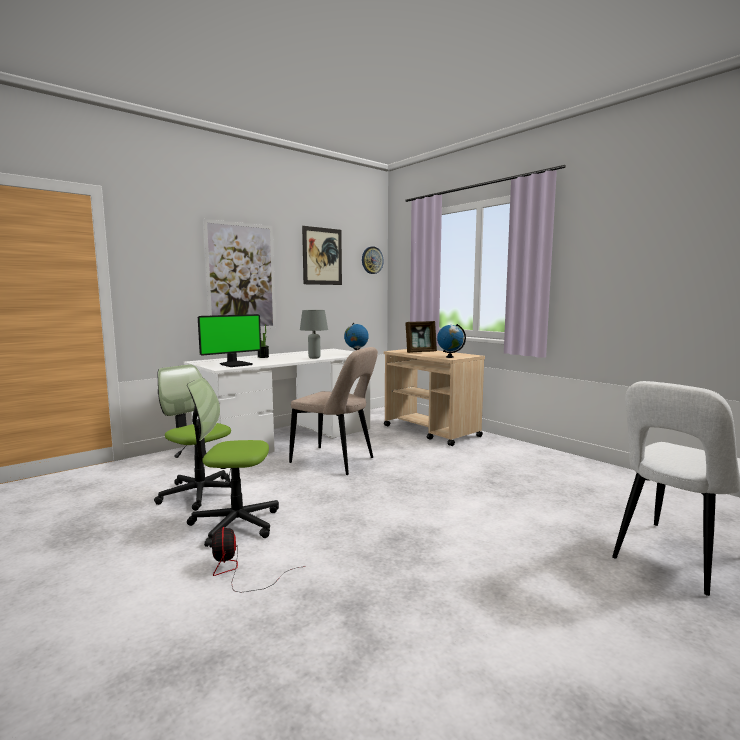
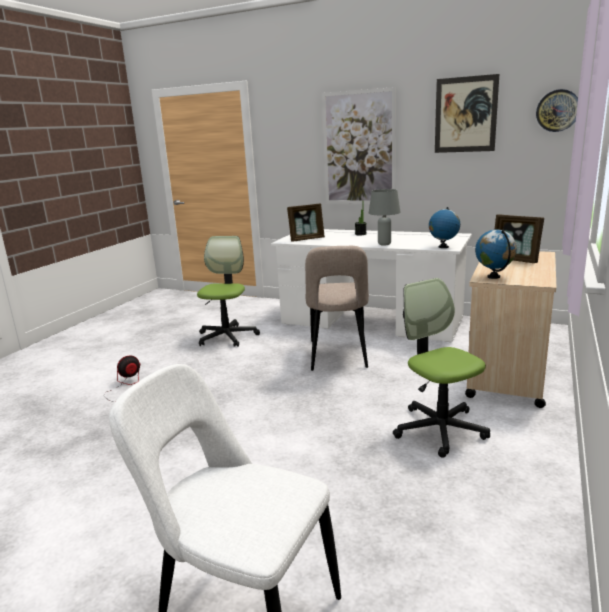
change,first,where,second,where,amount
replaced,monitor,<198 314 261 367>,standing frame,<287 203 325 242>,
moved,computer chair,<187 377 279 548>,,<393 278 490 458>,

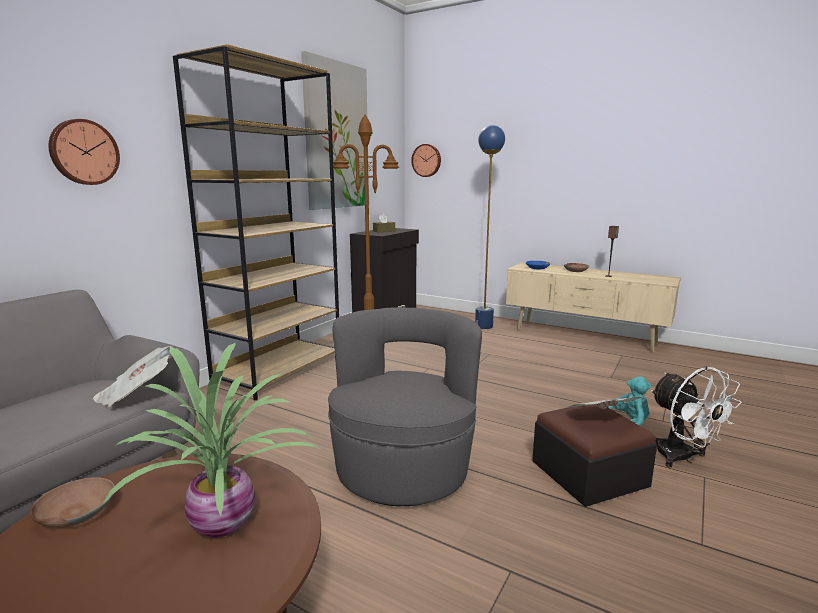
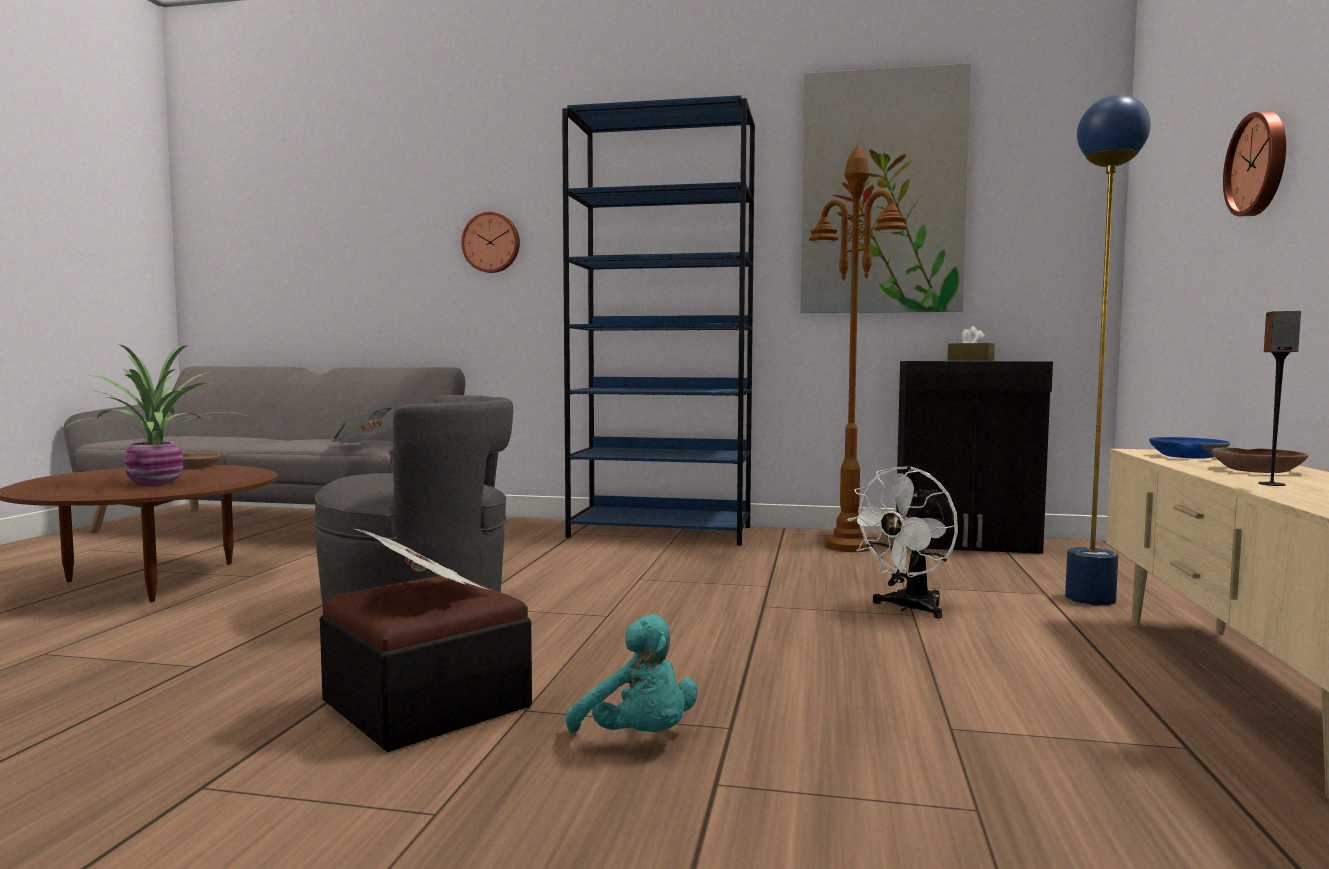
change,first,where,second,where,amount
recoloured,brown bookcase,<173 44 339 400>,blue-coloured bookcase,<562 95 755 546>,
moved,wall clock,<411 144 441 177>,,<1223 111 1286 216>,
moved,whitish fan,<651 366 742 467>,,<847 466 958 618>,

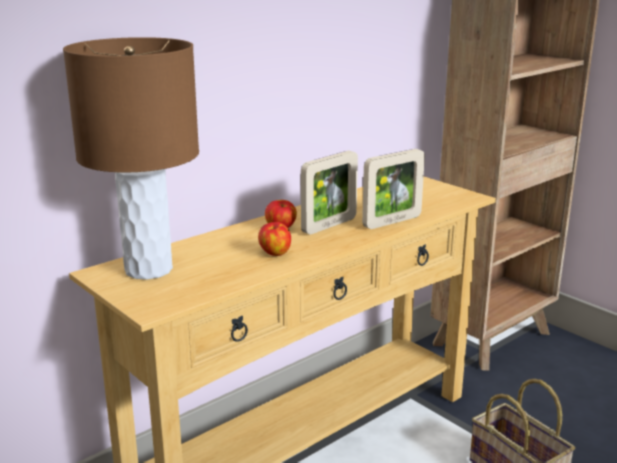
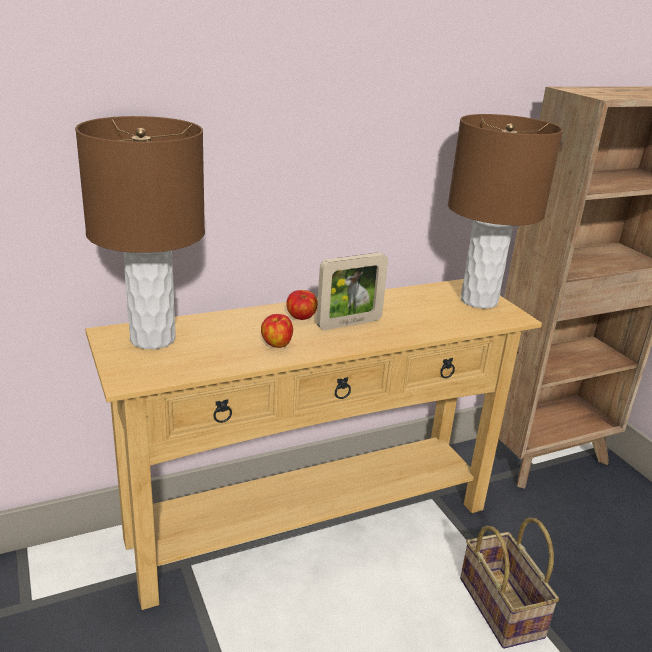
change,first,where,second,where,amount
removed,standing frame,<362 149 425 229>,,,
added,,,brown table lamp,<448 114 563 309>,

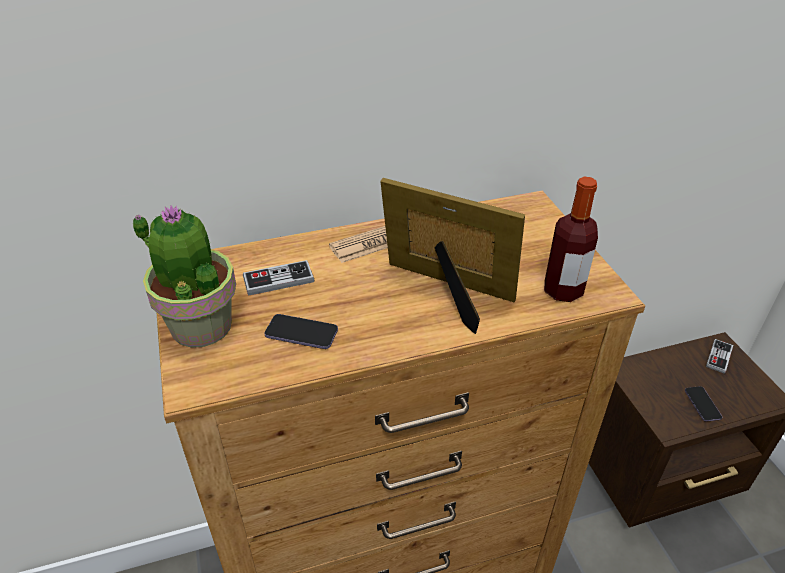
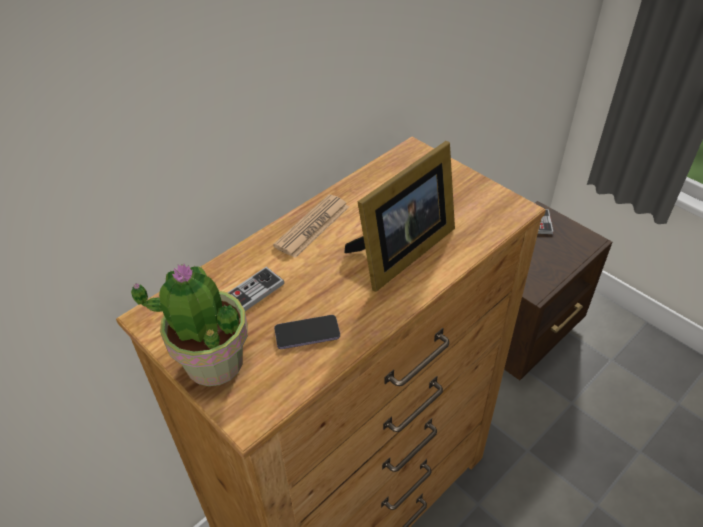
change,first,where,second,where,amount
removed,drink bottle,<544 177 598 302>,,,
turned,standing frame,<380 178 525 334>,,<344 141 455 292>,135 degrees clockwise
removed,telephone,<685 386 722 422>,,,

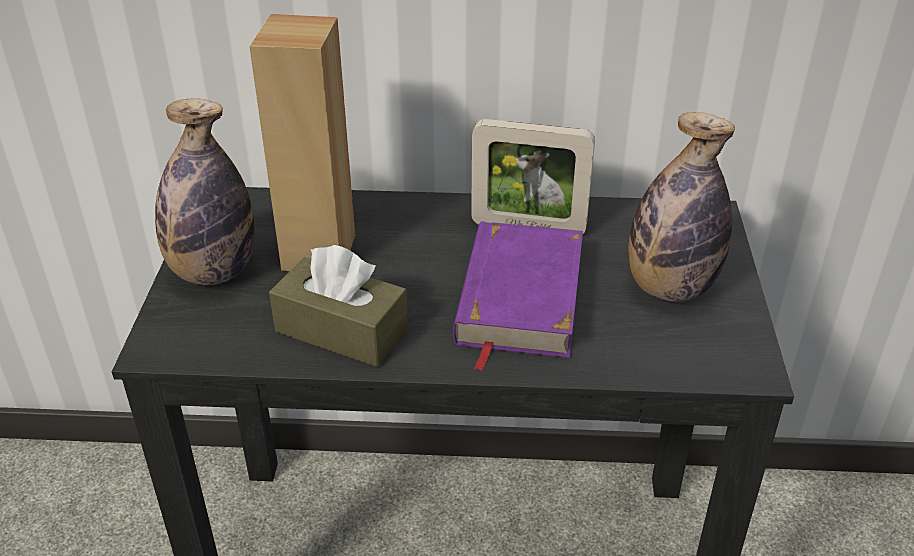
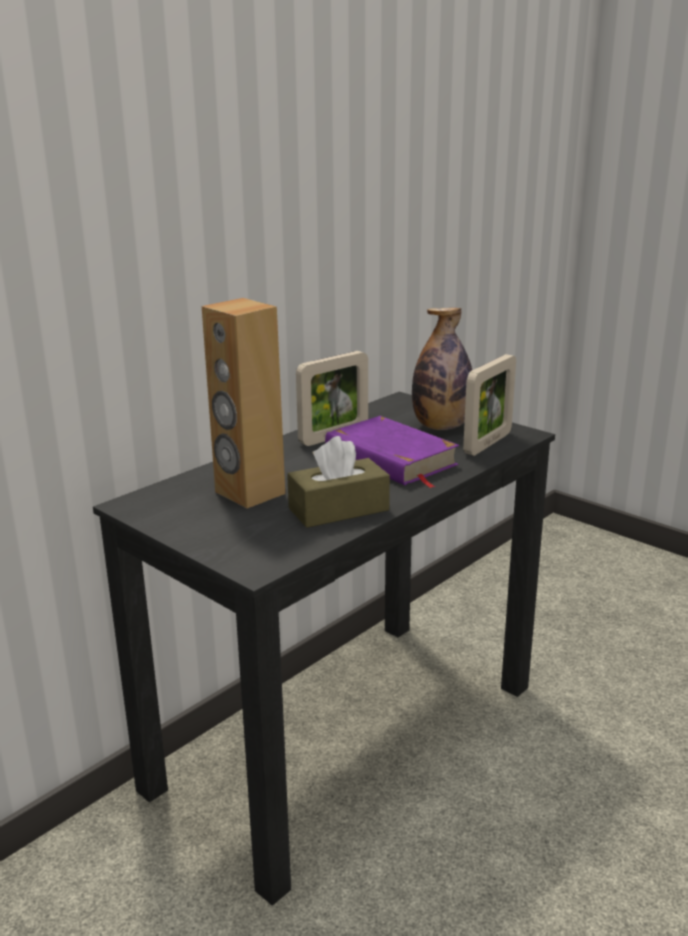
change,first,where,second,where,amount
removed,drink bottle,<155 98 254 285>,,,
added,,,standing frame,<463 354 516 456>,

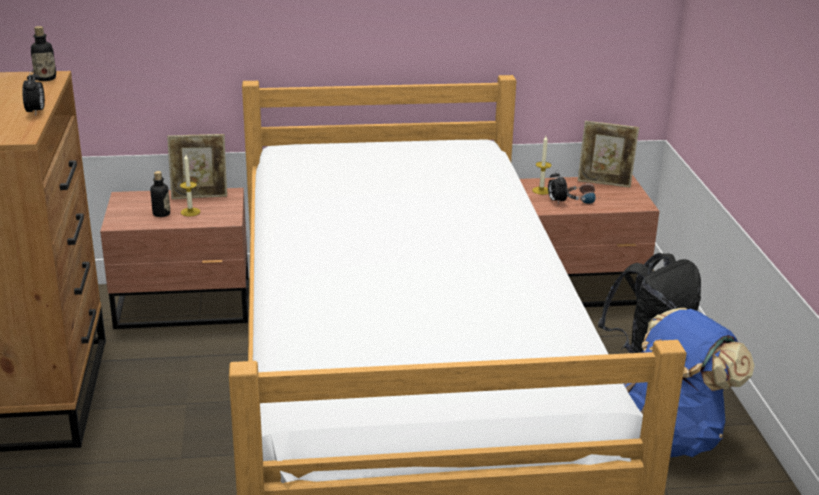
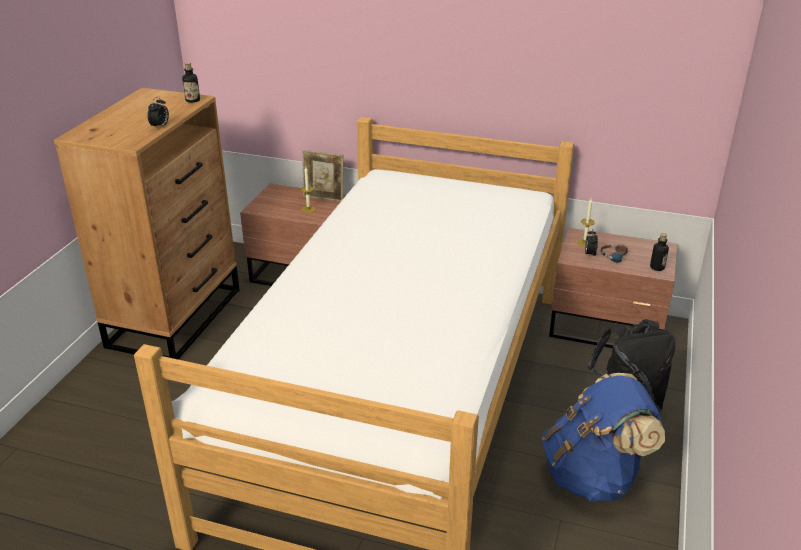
change,first,where,second,where,amount
removed,standing frame,<578 121 639 188>,,,
moved,drink bottle,<150 171 170 217>,,<650 233 669 271>,

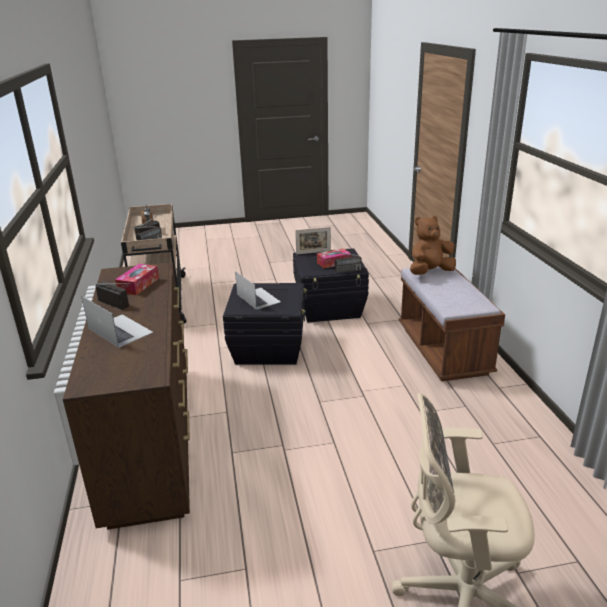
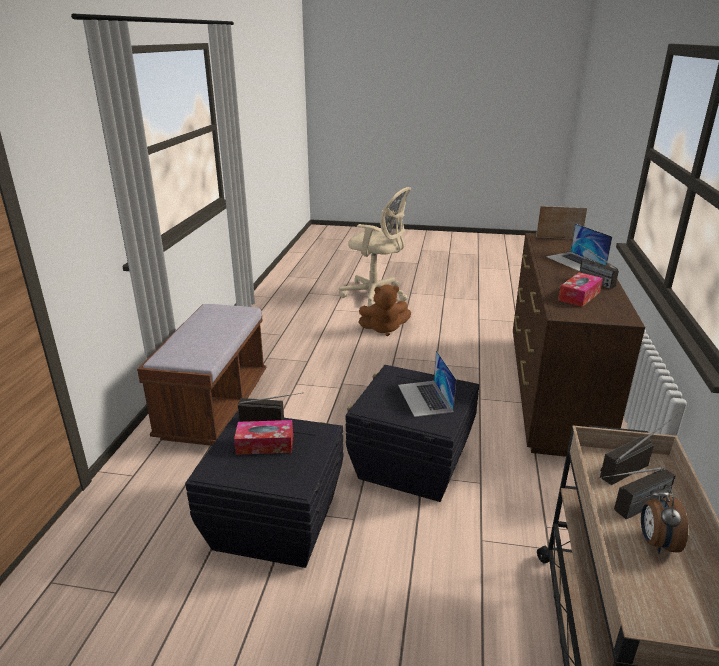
change,first,where,second,where,amount
moved,brown cuddly toy,<410 216 456 275>,,<358 284 411 336>,
moved,standing frame,<295 227 331 254>,,<536 206 588 239>,

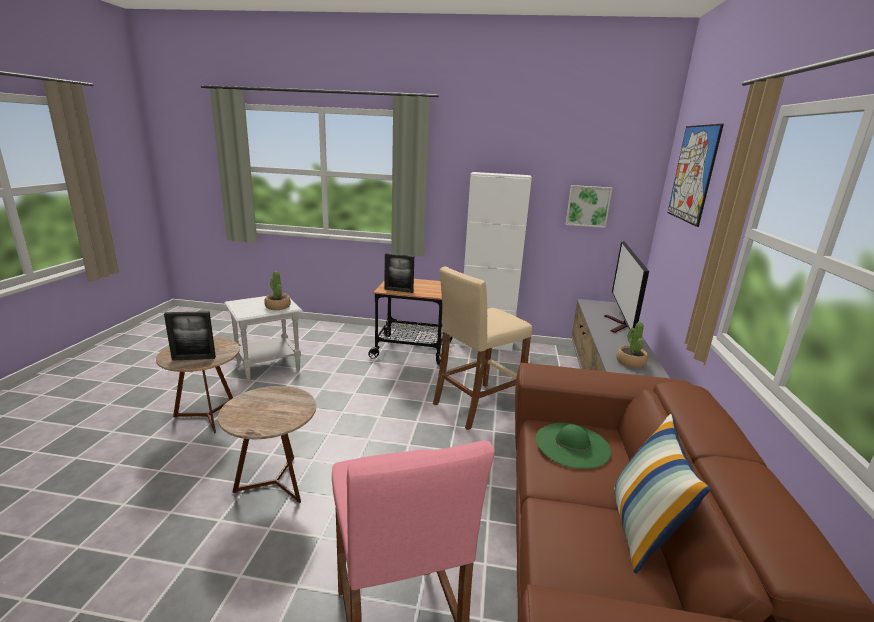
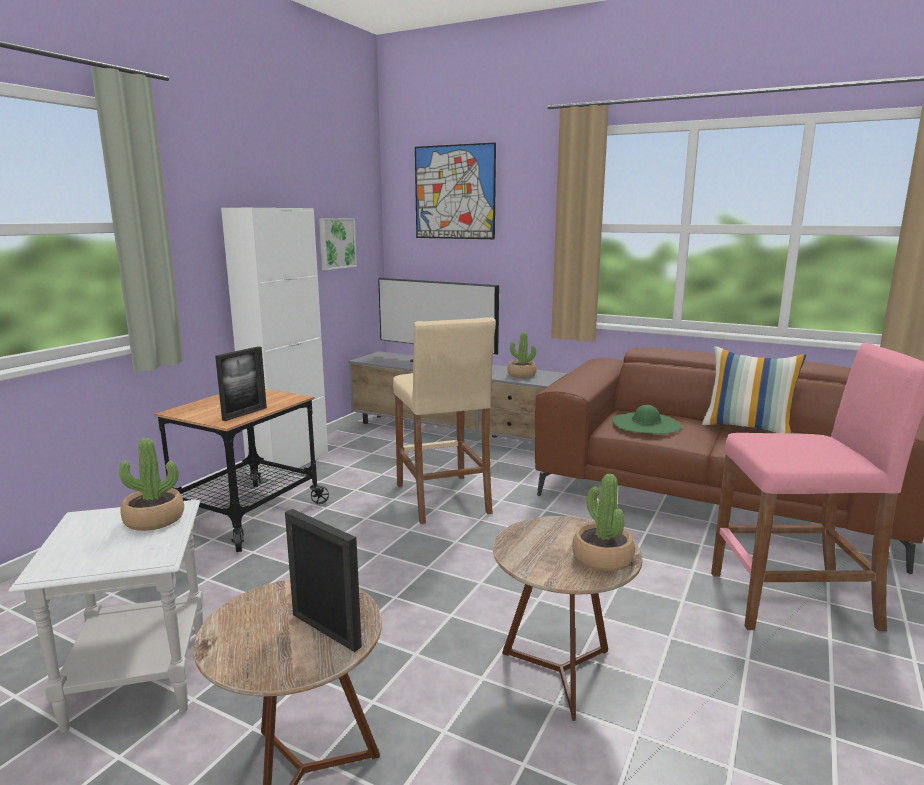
change,first,where,second,where,amount
turned,standing frame,<164 311 216 361>,,<285 509 362 652>,60 degrees counterclockwise
added,,,potted plant,<572 474 635 572>,

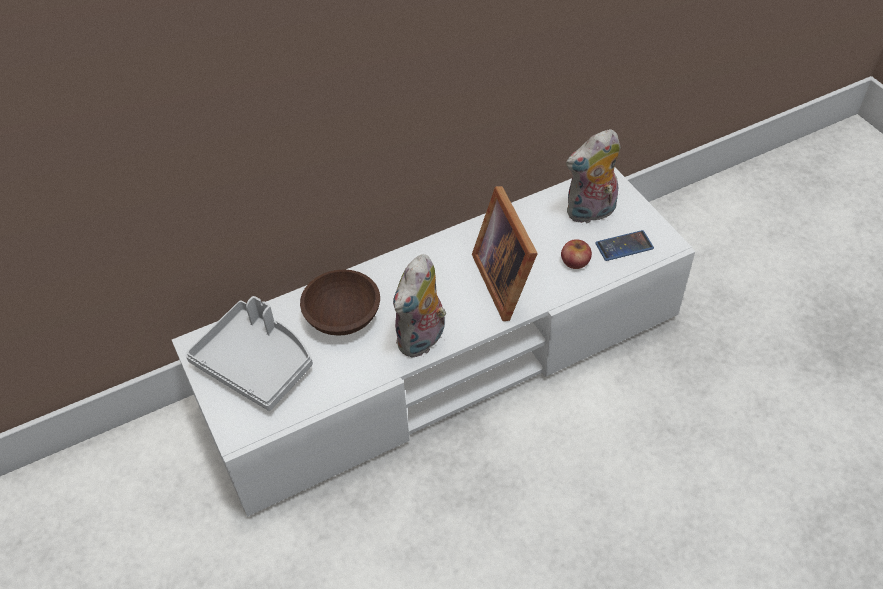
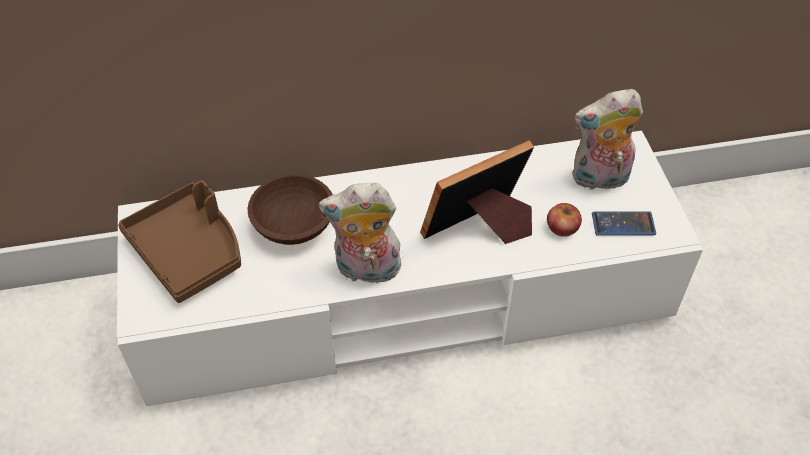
change,first,where,second,where,amount
turned,standing frame,<472 186 538 321>,,<420 140 534 244>,60 degrees clockwise
turned,cuddly toy,<393 254 446 358>,,<319 183 403 288>,45 degrees clockwise
recoloured,grey carrying tray,<185 296 313 411>,brown carrying tray,<118 180 241 303>,

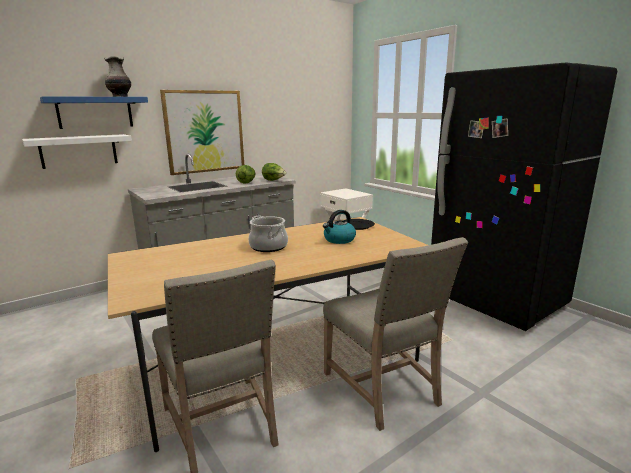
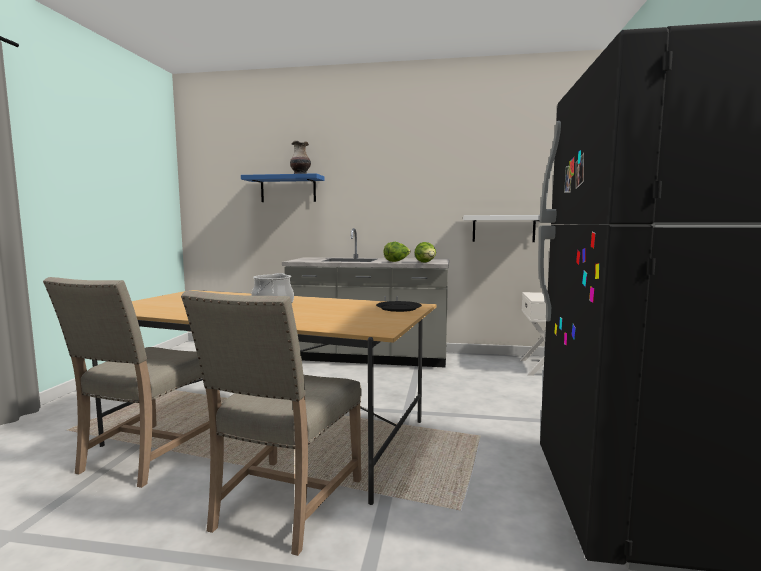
change,first,where,second,where,amount
removed,picture,<160 90 244 175>,,,
moved,whitish shelf,<22 134 132 169>,,<463 215 540 242>,
removed,tea kettle,<323 210 356 244>,,,

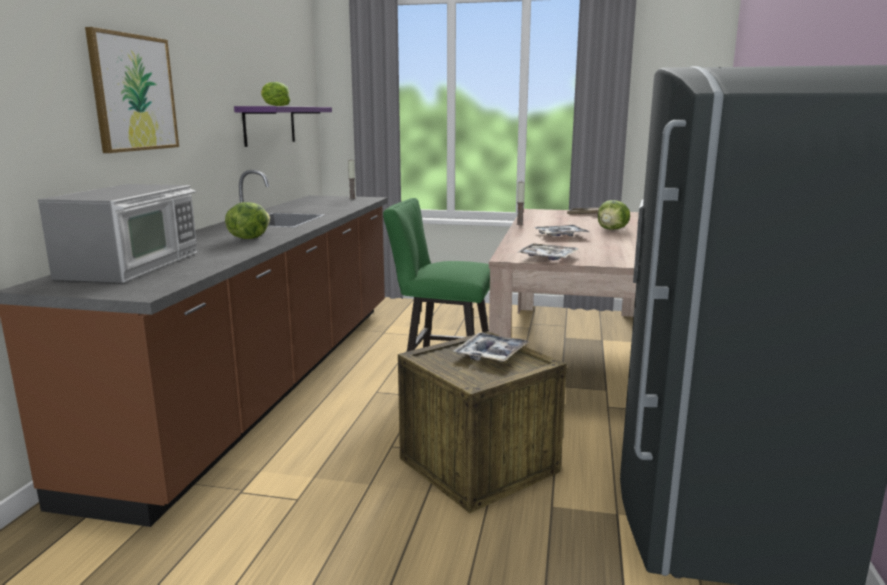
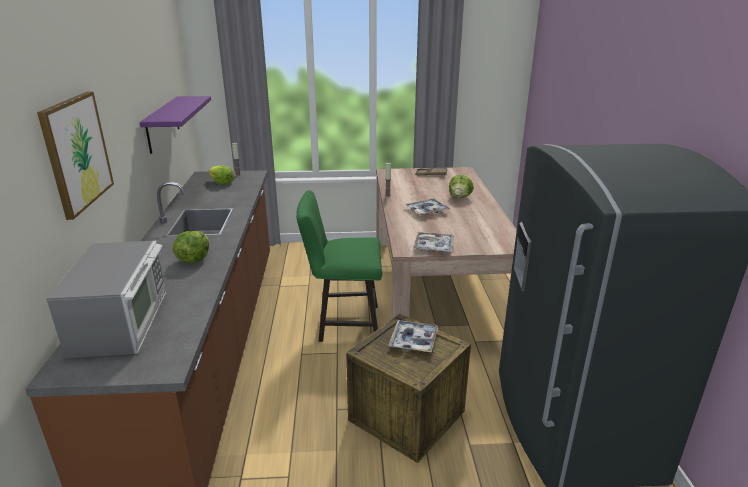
change,first,where,second,where,amount
moved,lettuce,<261 82 290 106>,,<209 166 234 185>,

